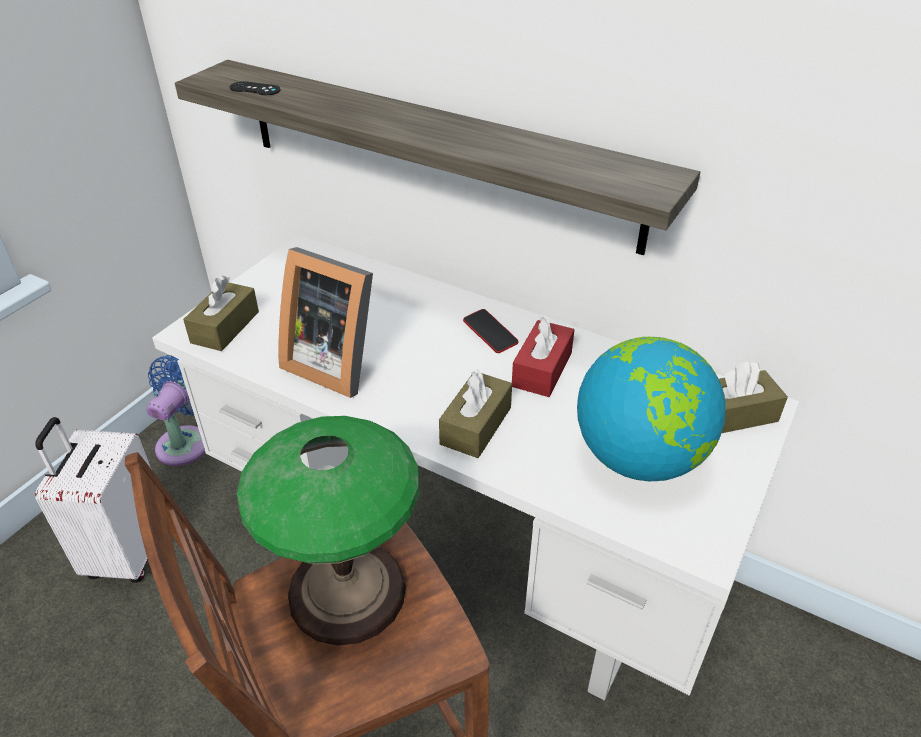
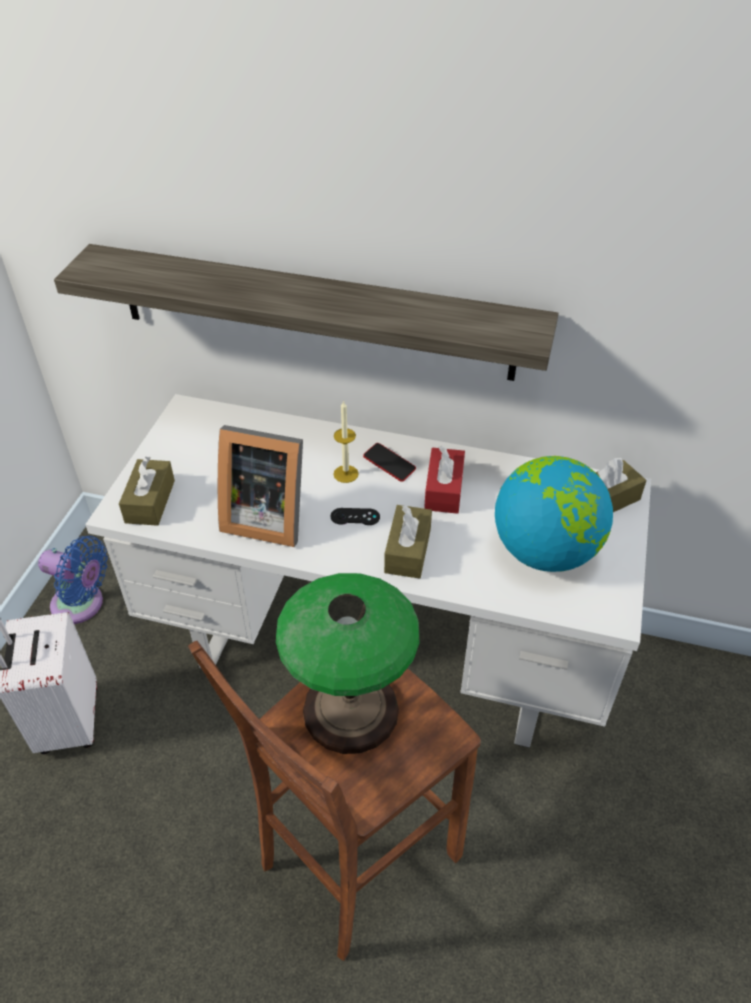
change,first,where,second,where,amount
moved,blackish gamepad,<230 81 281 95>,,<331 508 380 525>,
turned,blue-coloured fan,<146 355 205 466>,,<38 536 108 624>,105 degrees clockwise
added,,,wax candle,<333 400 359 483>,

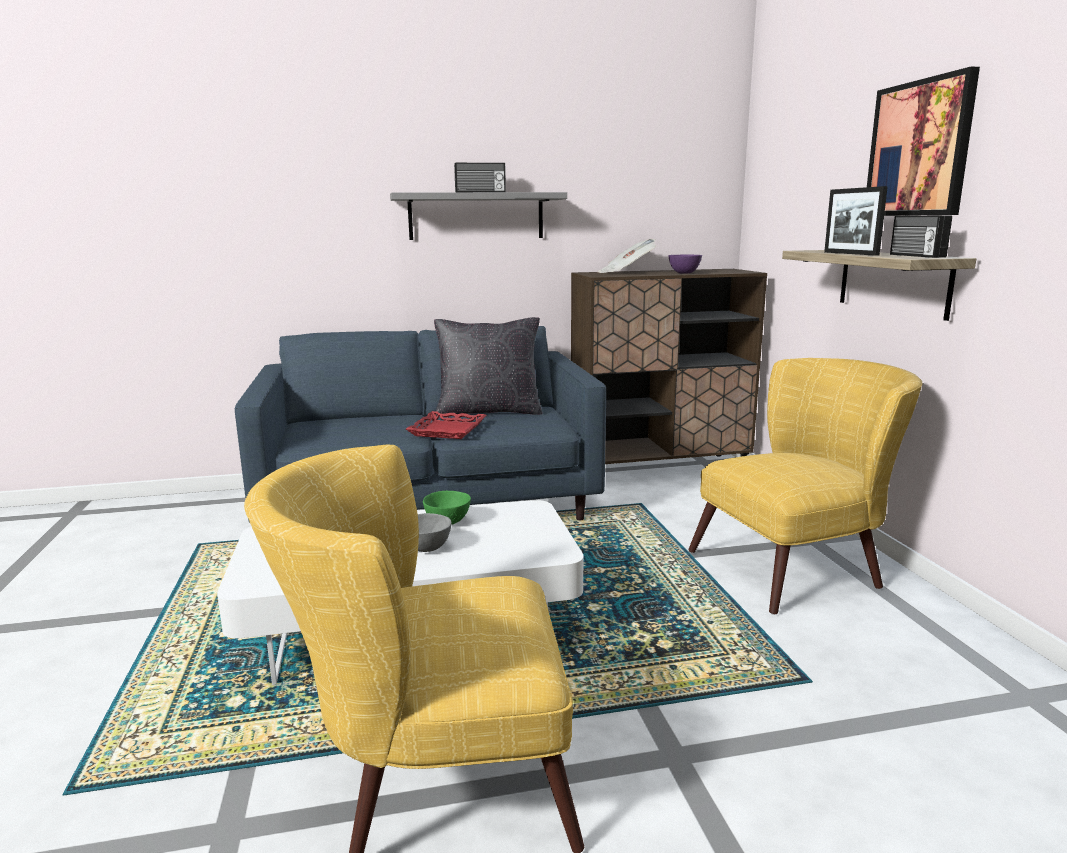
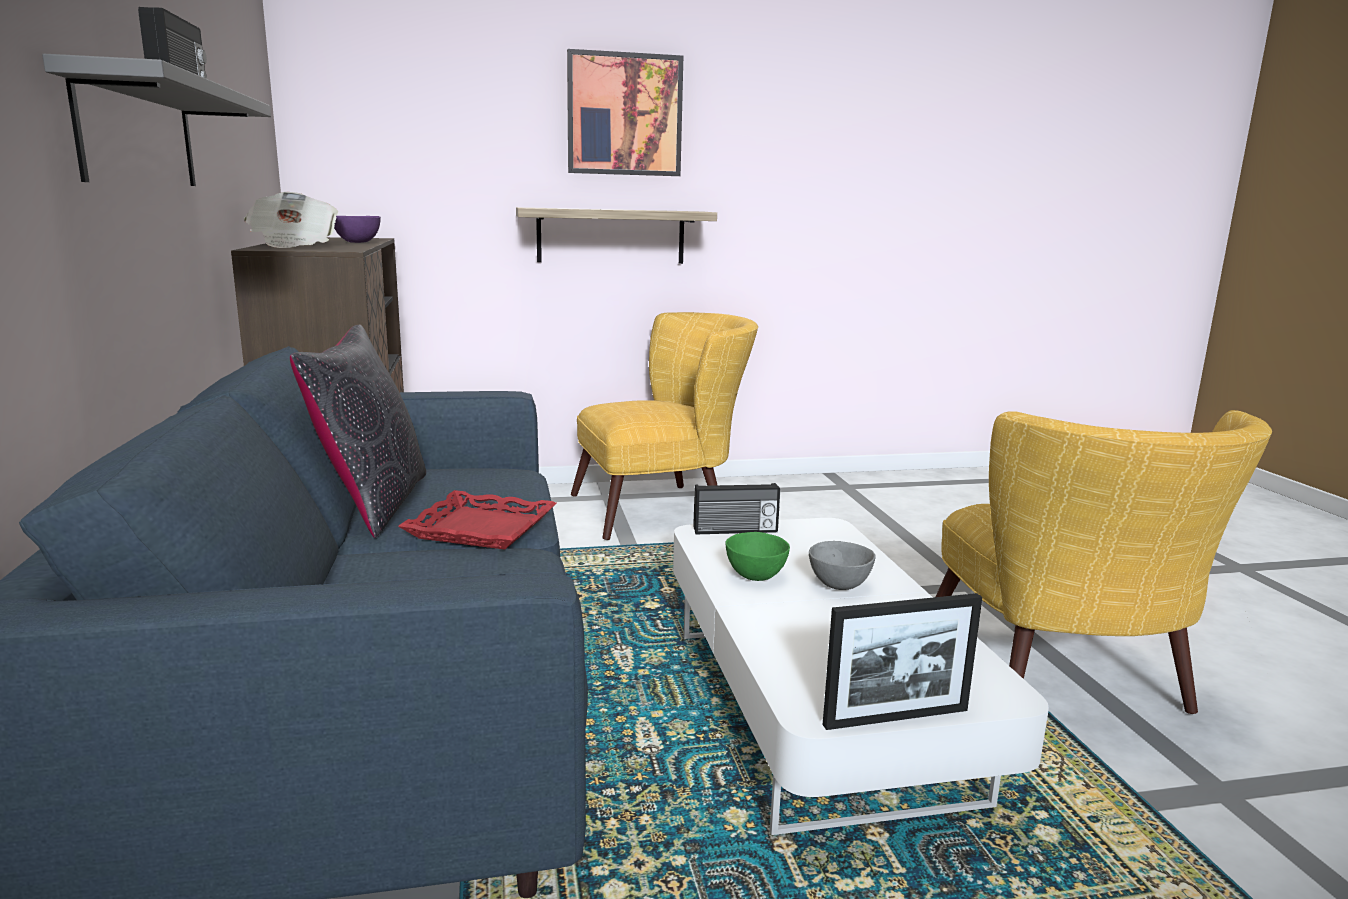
change,first,where,second,where,amount
moved,standing frame,<824 186 888 256>,,<823 593 982 730>,
moved,radio receiver,<890 215 952 258>,,<693 483 780 534>,
turned,yellow armchair,<688 358 923 615>,,<571 312 758 540>,90 degrees clockwise

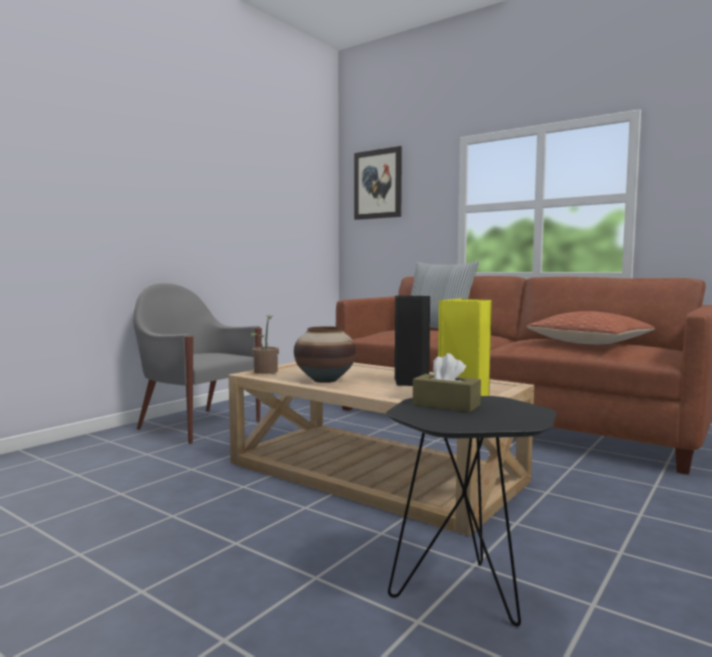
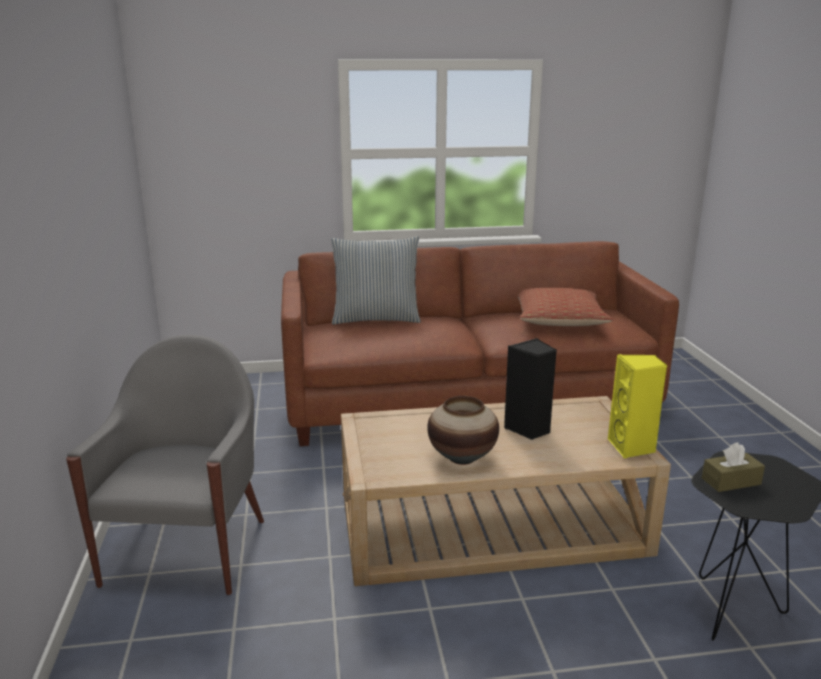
change,first,where,second,where,amount
removed,picture,<354 146 402 220>,,,
turned,grey armchair,<133 283 262 444>,,<66 335 264 595>,105 degrees clockwise
removed,potted plant,<251 315 279 374>,,,

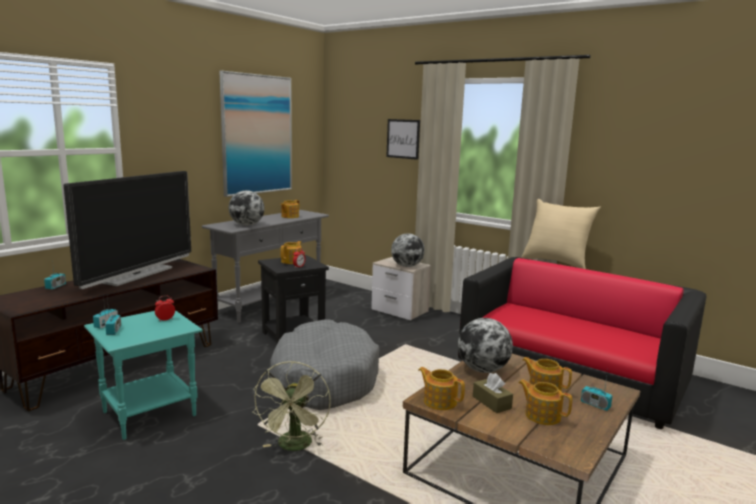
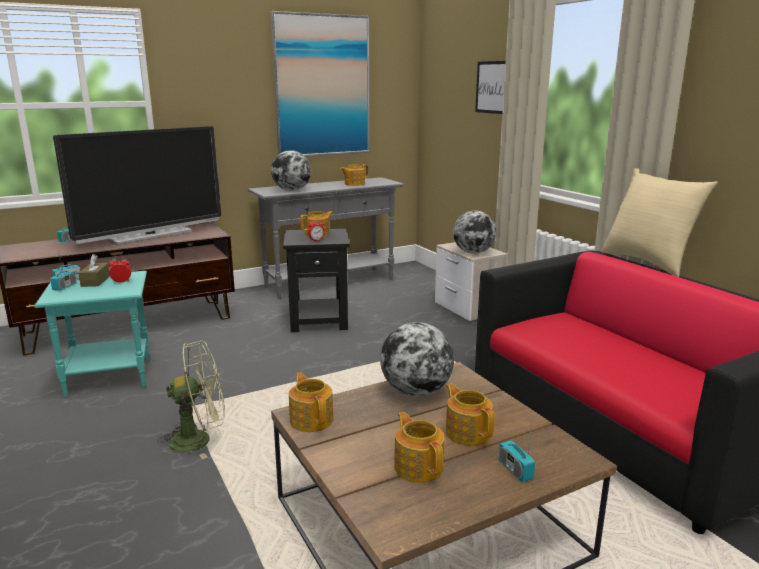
change,first,where,second,where,amount
removed,grey dog cushion,<269 319 380 410>,,,
turned,green fan,<252 361 331 451>,,<157 341 225 459>,135 degrees counterclockwise
moved,brown tissue box,<473 373 513 413>,,<78 254 110 287>,

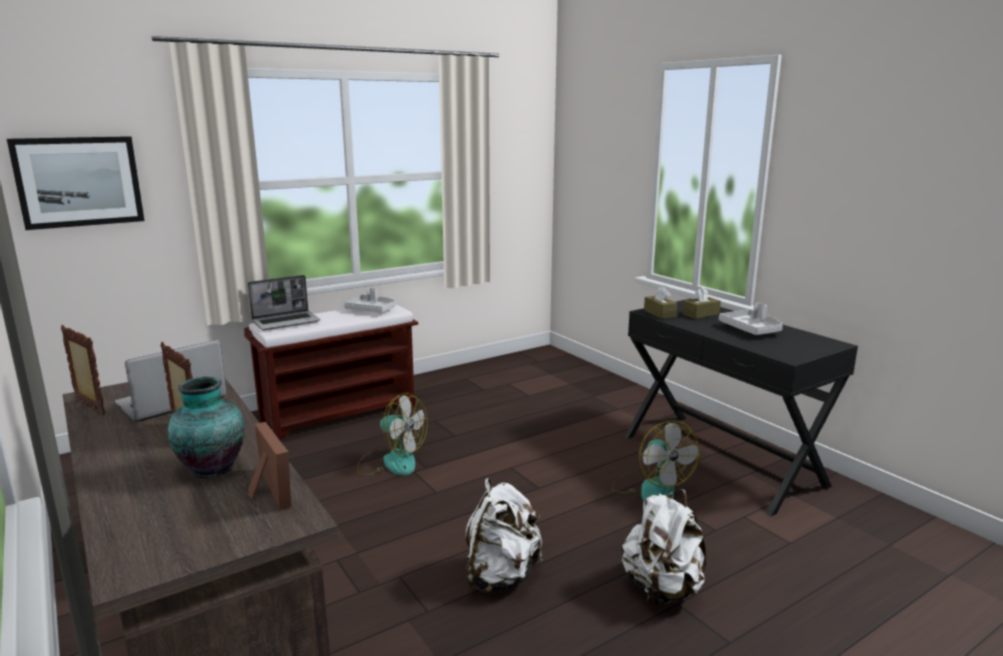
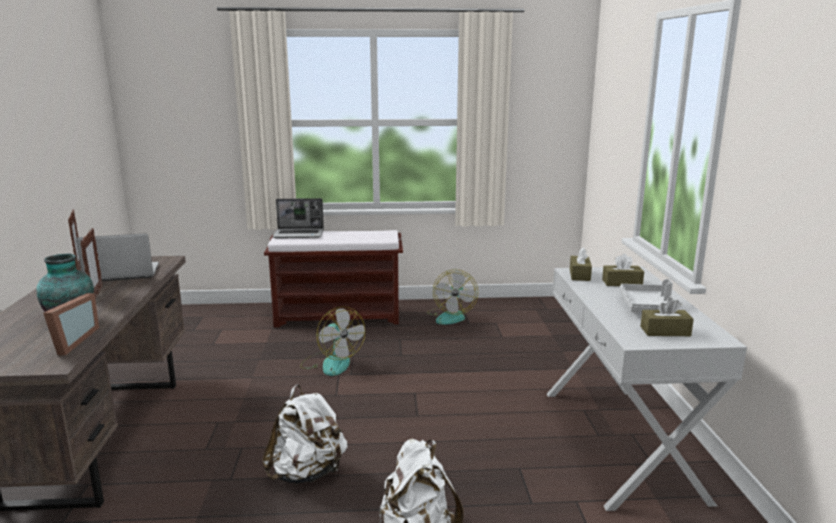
change,first,where,second,where,amount
removed,picture,<7 136 145 230>,,,
removed,grey carrying tray,<344 288 396 313>,,,
recoloured,blackish hall table,<624 299 858 516>,whitish hall table,<547 266 747 511>,
moved,fan,<611 420 699 501>,,<427 269 478 325>,
added,,,brown tissue box,<640 297 694 336>,

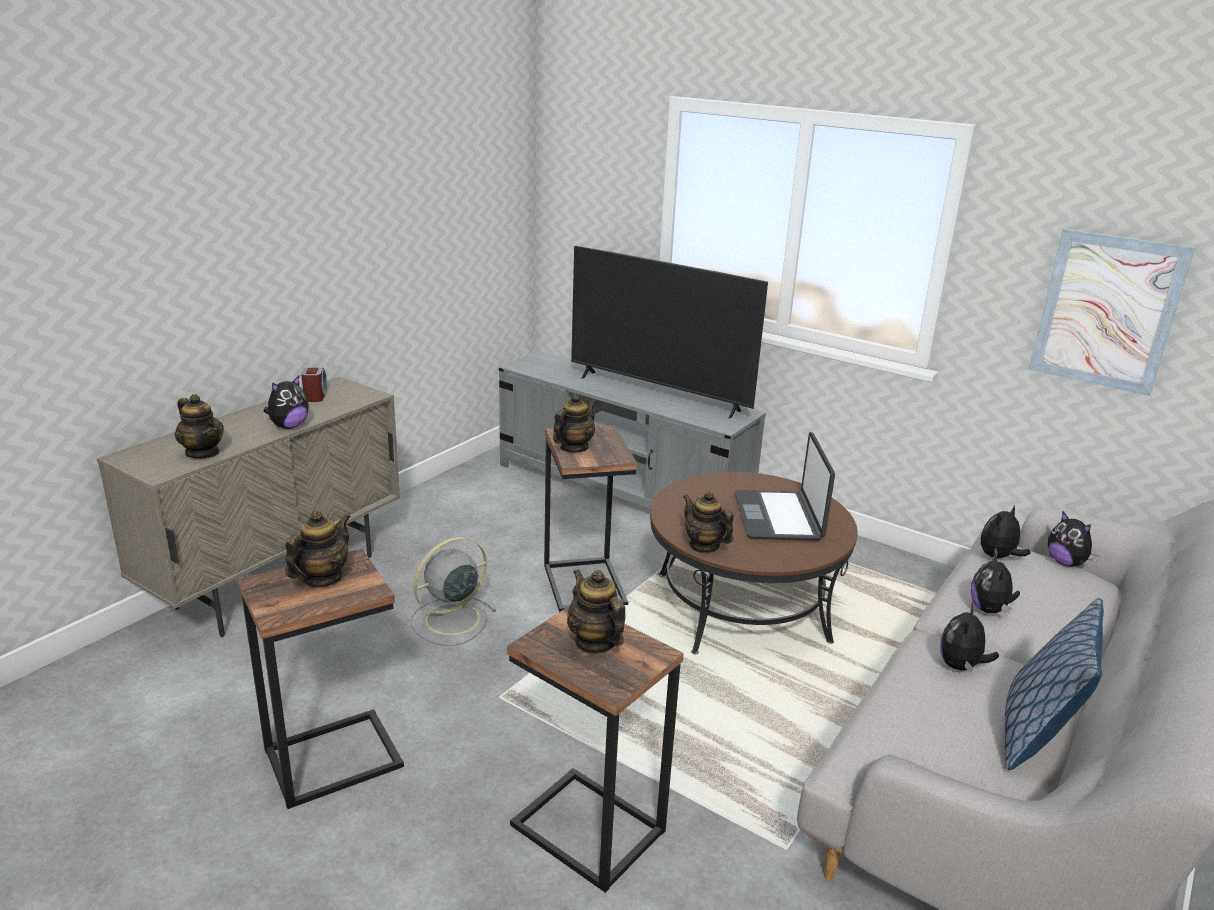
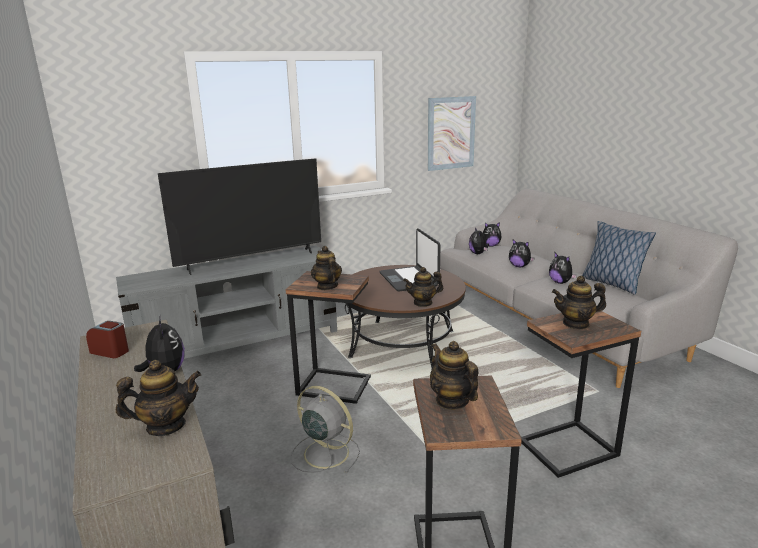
change,first,where,second,where,amount
turned,portable computer,<735 432 835 541>,,<379 228 441 291>,45 degrees clockwise
turned,grey fan,<411 537 496 646>,,<290 386 360 473>,135 degrees clockwise

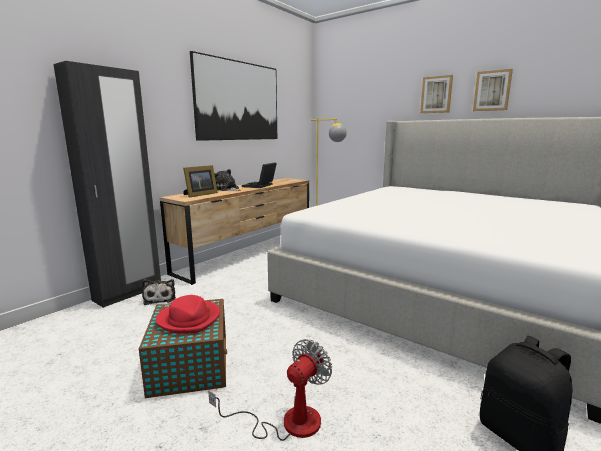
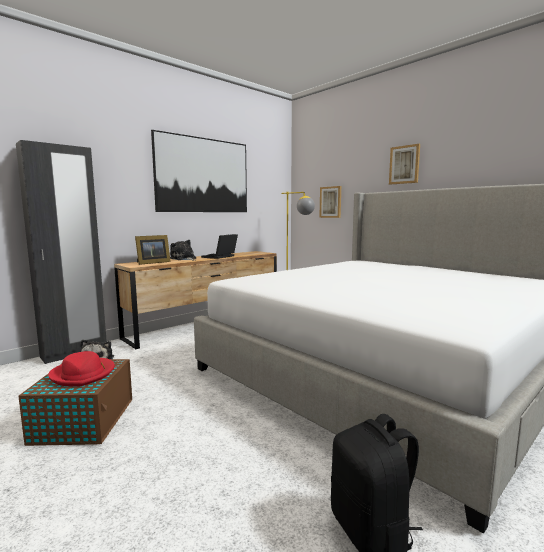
change,first,where,second,where,amount
moved,picture,<473 69 513 111>,,<319 186 341 218>,
removed,fan,<208 339 332 441>,,,

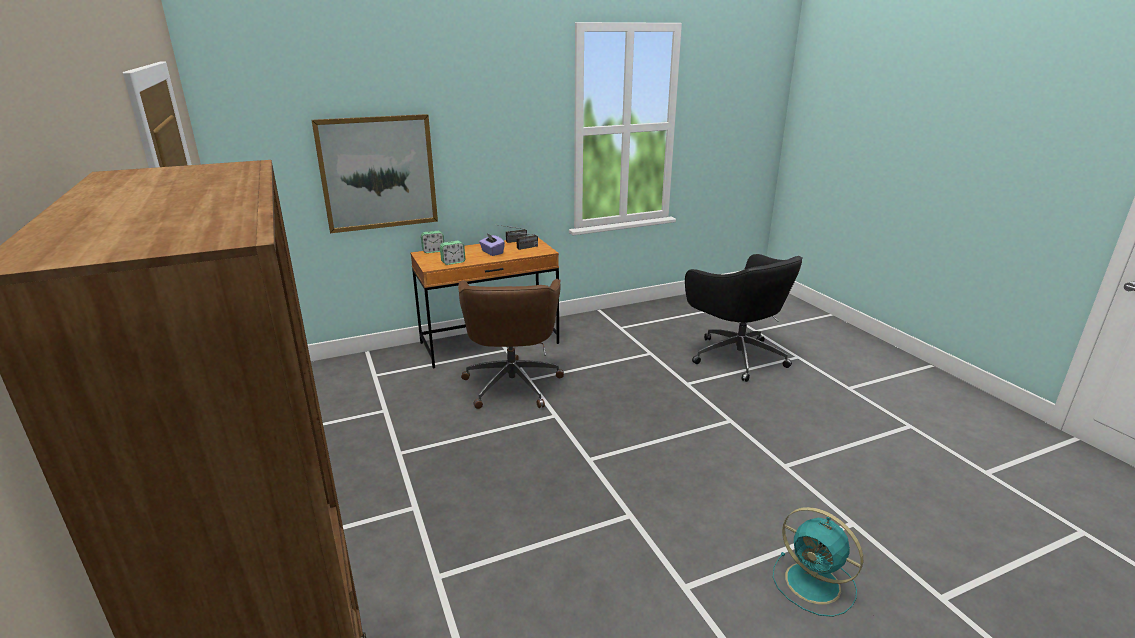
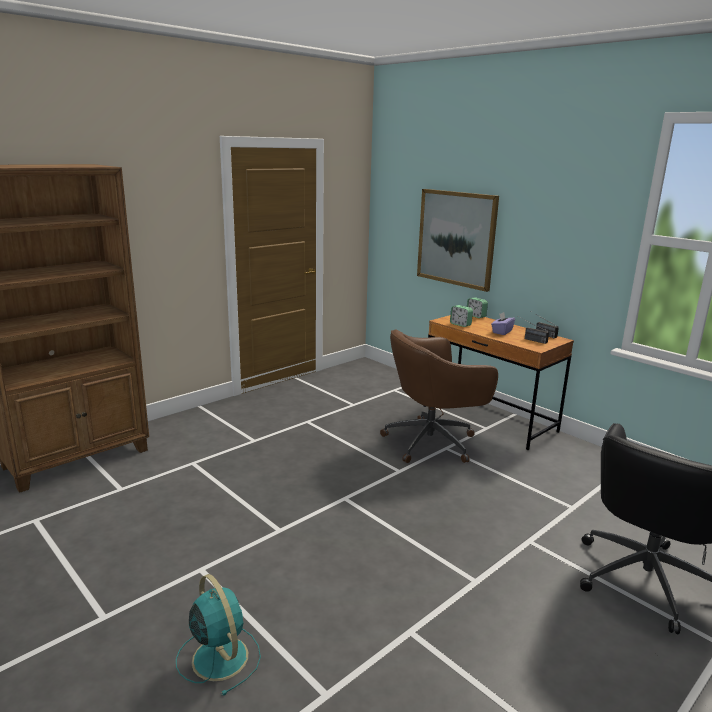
change,first,where,second,where,amount
turned,blue-green fan,<773 507 863 617>,,<176 574 261 696>,120 degrees clockwise

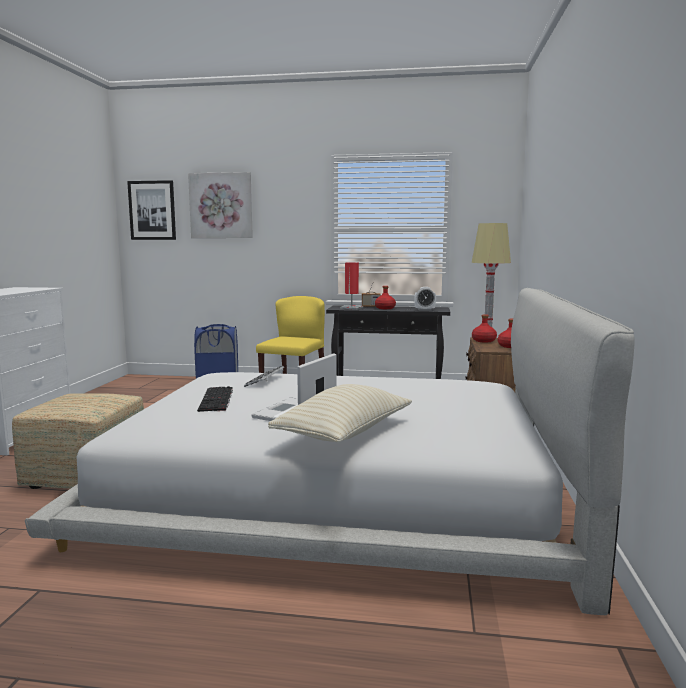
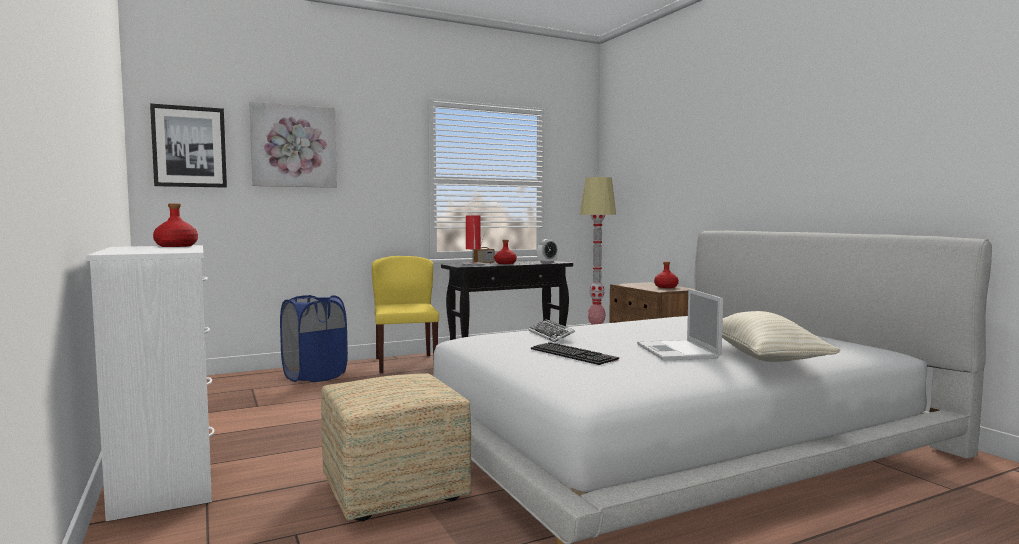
change,first,where,second,where,amount
moved,red-coloured drink bottle,<472 314 497 342>,,<153 203 198 247>,

